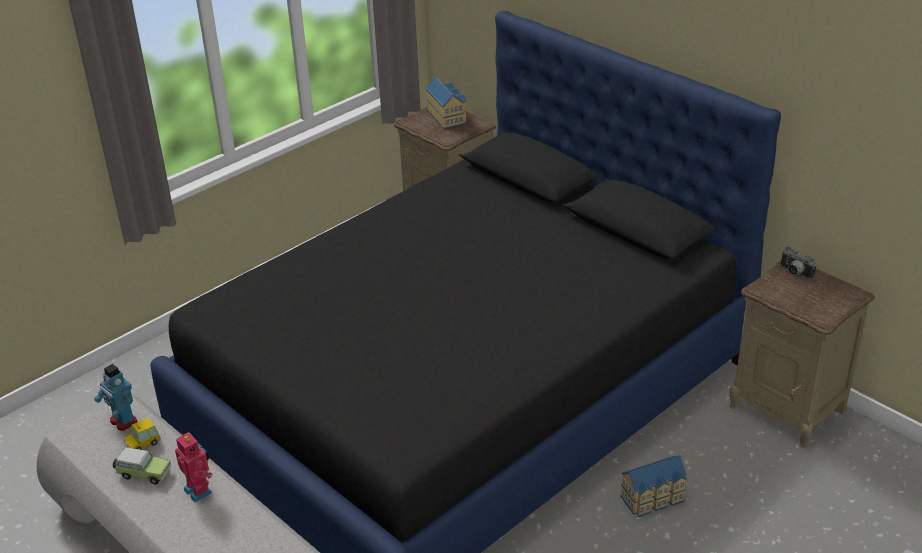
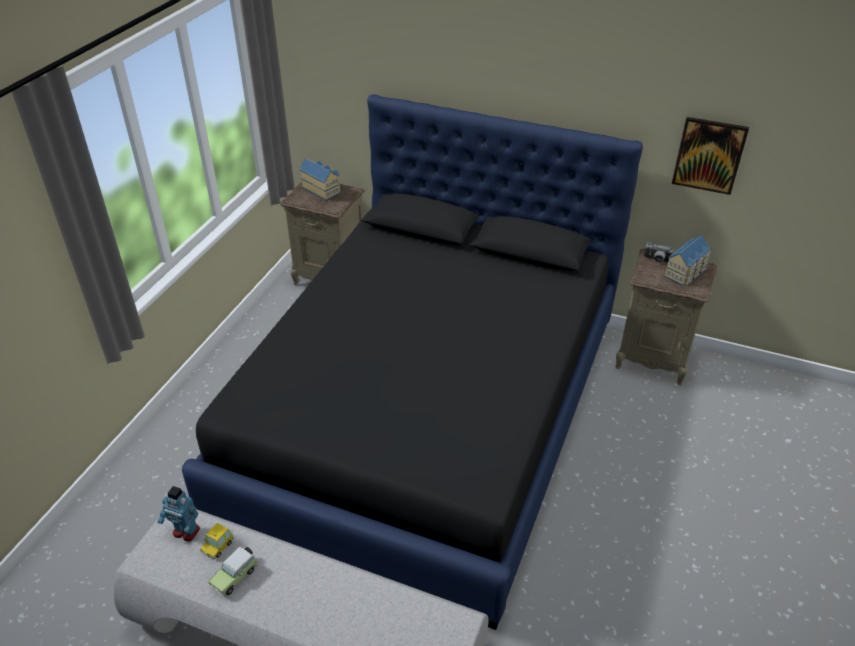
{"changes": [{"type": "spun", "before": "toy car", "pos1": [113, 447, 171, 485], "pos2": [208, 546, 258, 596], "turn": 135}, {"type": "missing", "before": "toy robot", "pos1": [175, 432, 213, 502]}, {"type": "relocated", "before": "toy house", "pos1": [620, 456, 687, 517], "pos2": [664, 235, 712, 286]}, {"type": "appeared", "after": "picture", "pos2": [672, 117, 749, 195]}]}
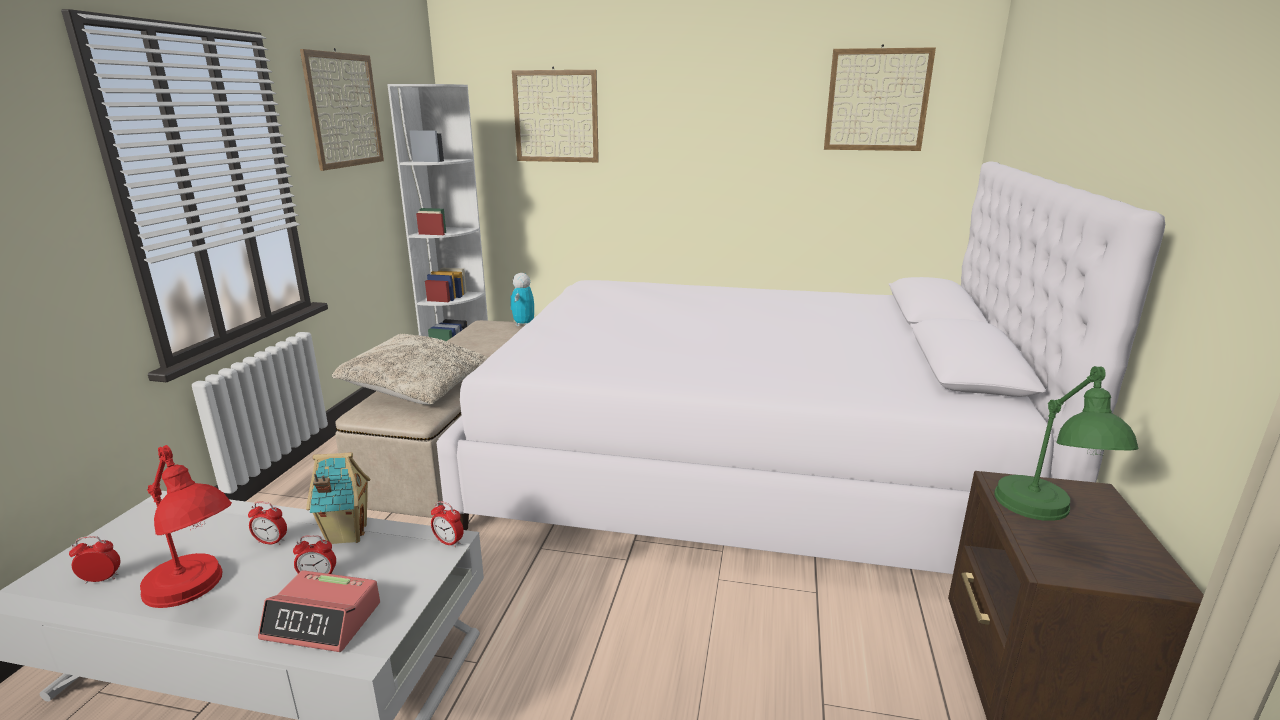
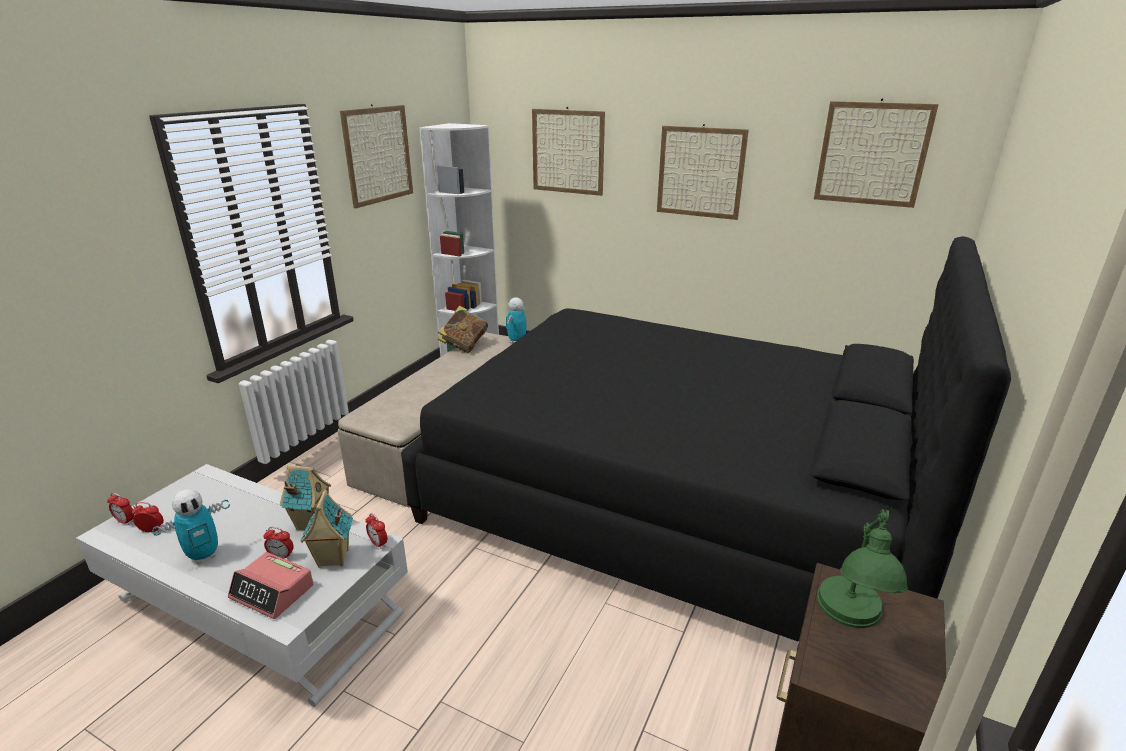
{"changes": [{"type": "exchanged", "before": "red table lamp", "after": "toy robot", "pos1": [140, 445, 232, 608], "pos2": [152, 489, 230, 564]}, {"type": "relocated", "before": "alarm clock", "pos1": [248, 502, 287, 545], "pos2": [107, 493, 134, 525]}, {"type": "missing", "before": "beige pillow", "pos1": [332, 334, 488, 405]}, {"type": "colour", "before": "white bed", "after": "black bed", "pos1": [436, 161, 1165, 574], "pos2": [401, 236, 1011, 642]}, {"type": "appeared", "after": "toy house", "pos2": [301, 490, 353, 568]}, {"type": "appeared", "after": "book", "pos2": [438, 306, 488, 353]}, {"type": "appeared", "after": "picture", "pos2": [657, 124, 749, 220]}]}
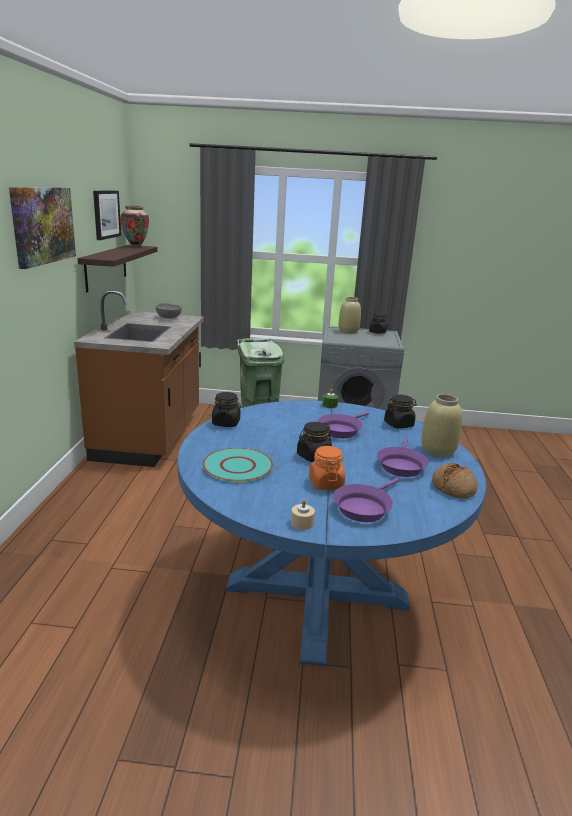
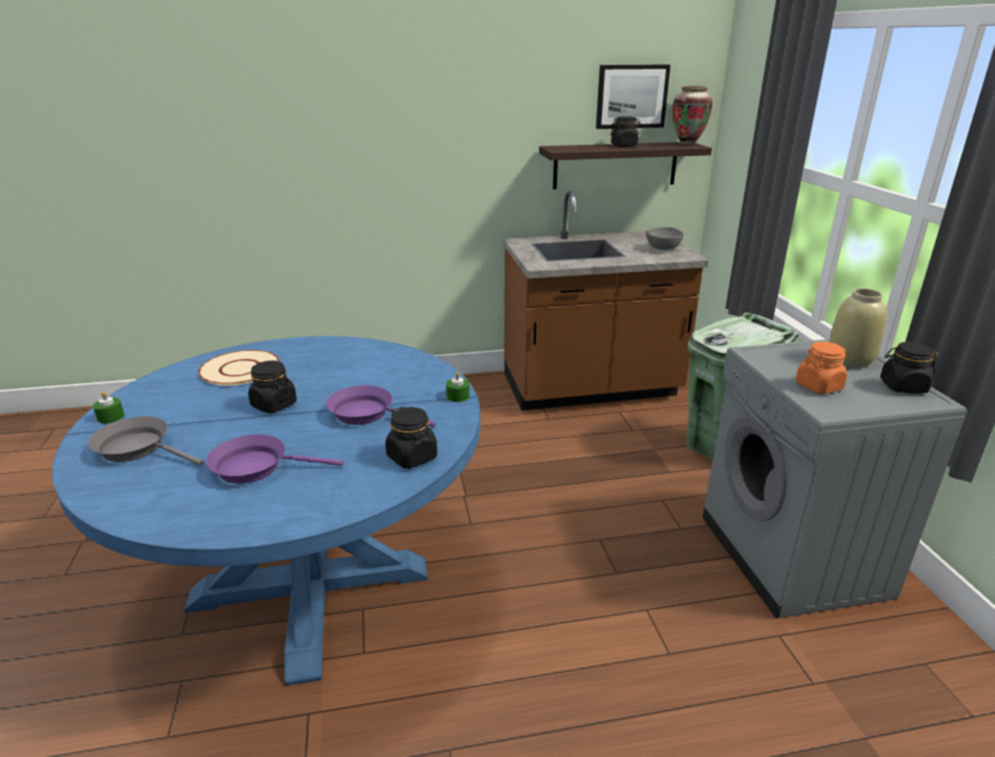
{"changes": [{"type": "missing", "before": "picture", "pos1": [9, 187, 76, 269]}, {"type": "colour", "before": "turquoise plate", "after": "beige plate", "pos1": [202, 448, 273, 483], "pos2": [198, 350, 280, 386]}, {"type": "relocated", "before": "black jar", "pos1": [212, 392, 240, 427], "pos2": [610, 116, 641, 147]}, {"type": "colour", "before": "beige candle", "after": "green candle", "pos1": [291, 499, 315, 530], "pos2": [93, 391, 124, 424]}, {"type": "relocated", "before": "orange jar", "pos1": [309, 446, 345, 490], "pos2": [795, 342, 847, 394]}, {"type": "colour", "before": "purple frying pan", "after": "grey frying pan", "pos1": [333, 478, 399, 522], "pos2": [88, 416, 203, 465]}, {"type": "missing", "before": "beige vase", "pos1": [421, 394, 462, 457]}, {"type": "missing", "before": "bread", "pos1": [432, 463, 478, 499]}]}
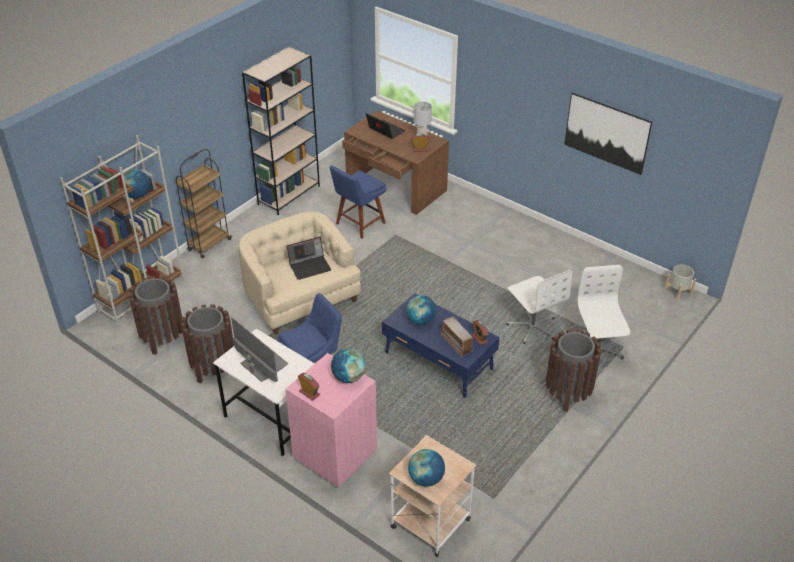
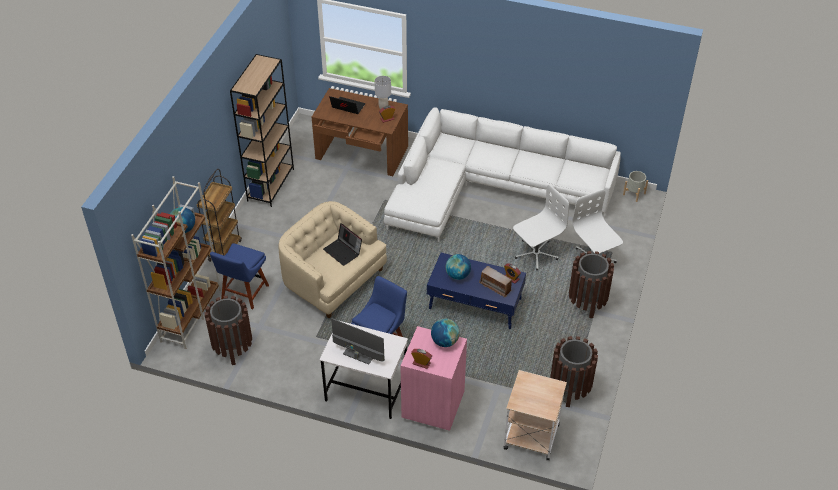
{"changes": [{"type": "relocated", "before": "brown trash can", "pos1": [181, 304, 234, 383], "pos2": [550, 336, 598, 407]}, {"type": "spun", "before": "laptop", "pos1": [287, 237, 331, 280], "pos2": [323, 223, 362, 266], "turn": 90}, {"type": "relocated", "before": "blue chair", "pos1": [330, 165, 386, 239], "pos2": [210, 243, 269, 309]}, {"type": "missing", "before": "globe", "pos1": [408, 449, 445, 487]}, {"type": "spun", "before": "white office chair", "pos1": [506, 270, 572, 344], "pos2": [513, 185, 569, 270], "turn": -75}, {"type": "missing", "before": "picture", "pos1": [564, 93, 652, 175]}, {"type": "appeared", "after": "white sofa", "pos2": [384, 107, 621, 242]}]}
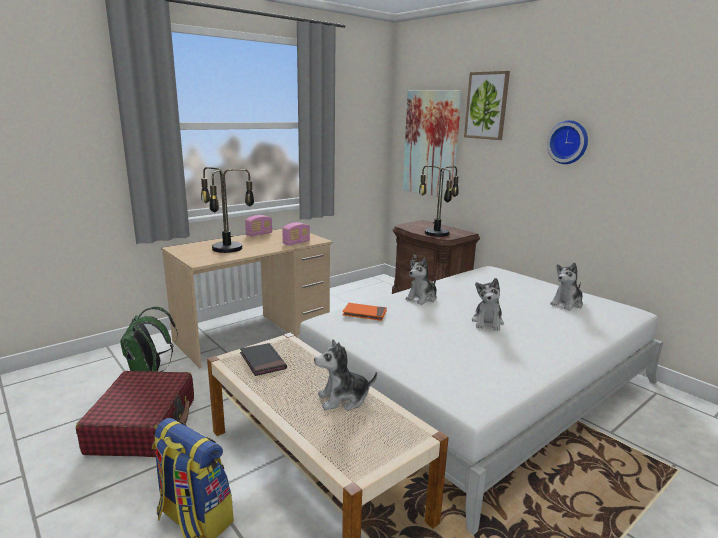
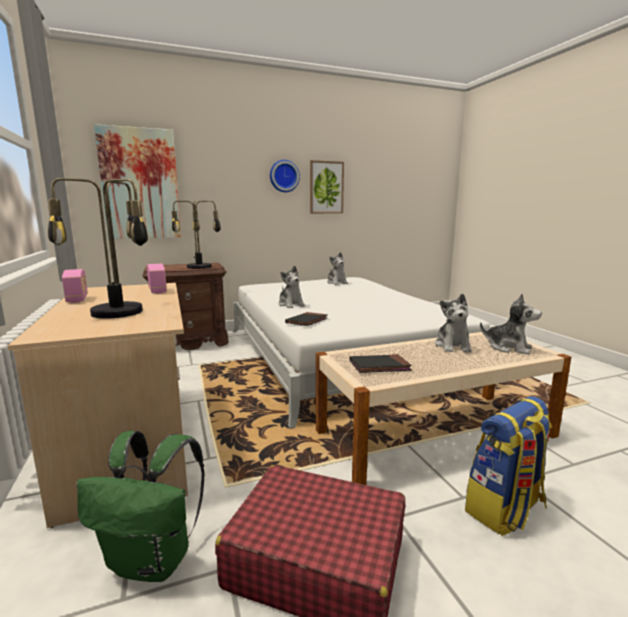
{"changes": [{"type": "colour", "before": "orange book", "after": "black book", "pos1": [342, 303, 387, 321], "pos2": [285, 312, 327, 326]}, {"type": "relocated", "before": "picture", "pos1": [464, 71, 510, 140], "pos2": [310, 160, 344, 214]}, {"type": "relocated", "before": "plush toy", "pos1": [472, 278, 504, 331], "pos2": [480, 294, 542, 355]}]}
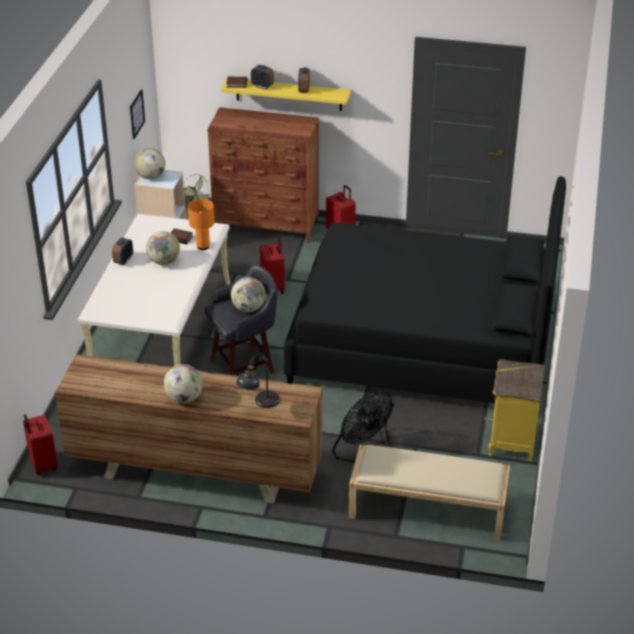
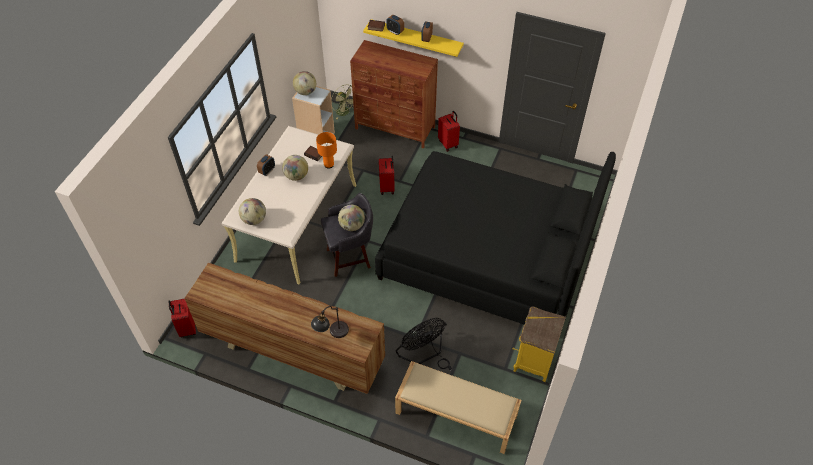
{"changes": [{"type": "missing", "before": "picture", "pos1": [130, 89, 145, 139]}, {"type": "relocated", "before": "globe", "pos1": [164, 364, 203, 403], "pos2": [239, 198, 266, 225]}]}
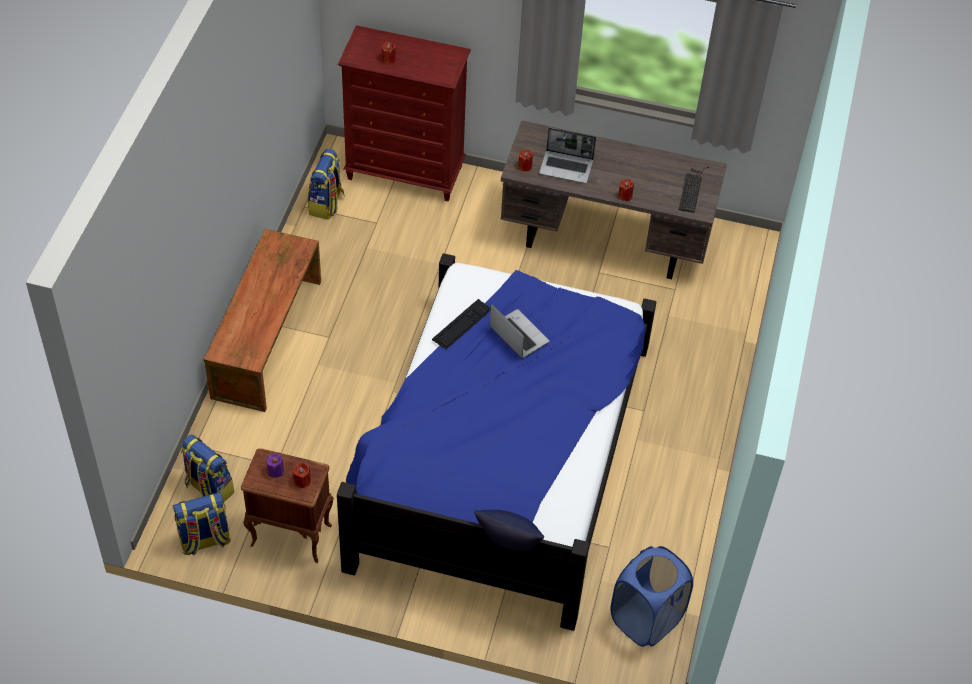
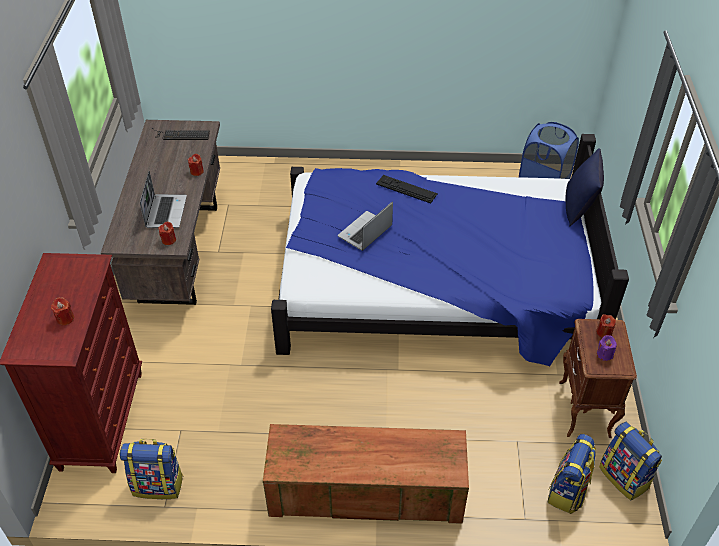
{"changes": [{"type": "relocated", "before": "keyboard", "pos1": [432, 299, 491, 349], "pos2": [376, 175, 438, 203]}]}
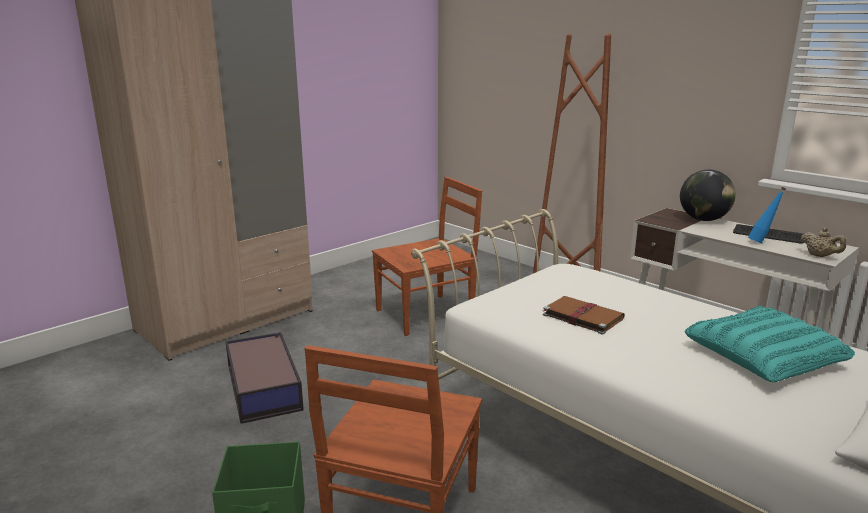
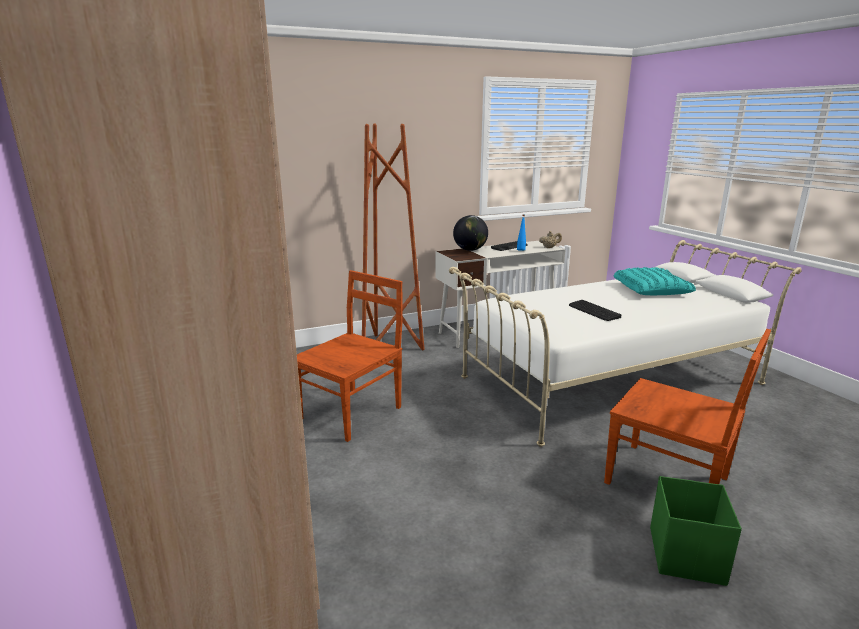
{"changes": [{"type": "missing", "before": "storage box", "pos1": [225, 332, 304, 424]}, {"type": "spun", "before": "brown chair", "pos1": [372, 177, 482, 336], "pos2": [297, 270, 403, 442], "turn": 45}, {"type": "exchanged", "before": "brown book", "after": "keyboard", "pos1": [543, 296, 625, 335], "pos2": [569, 300, 621, 321]}]}
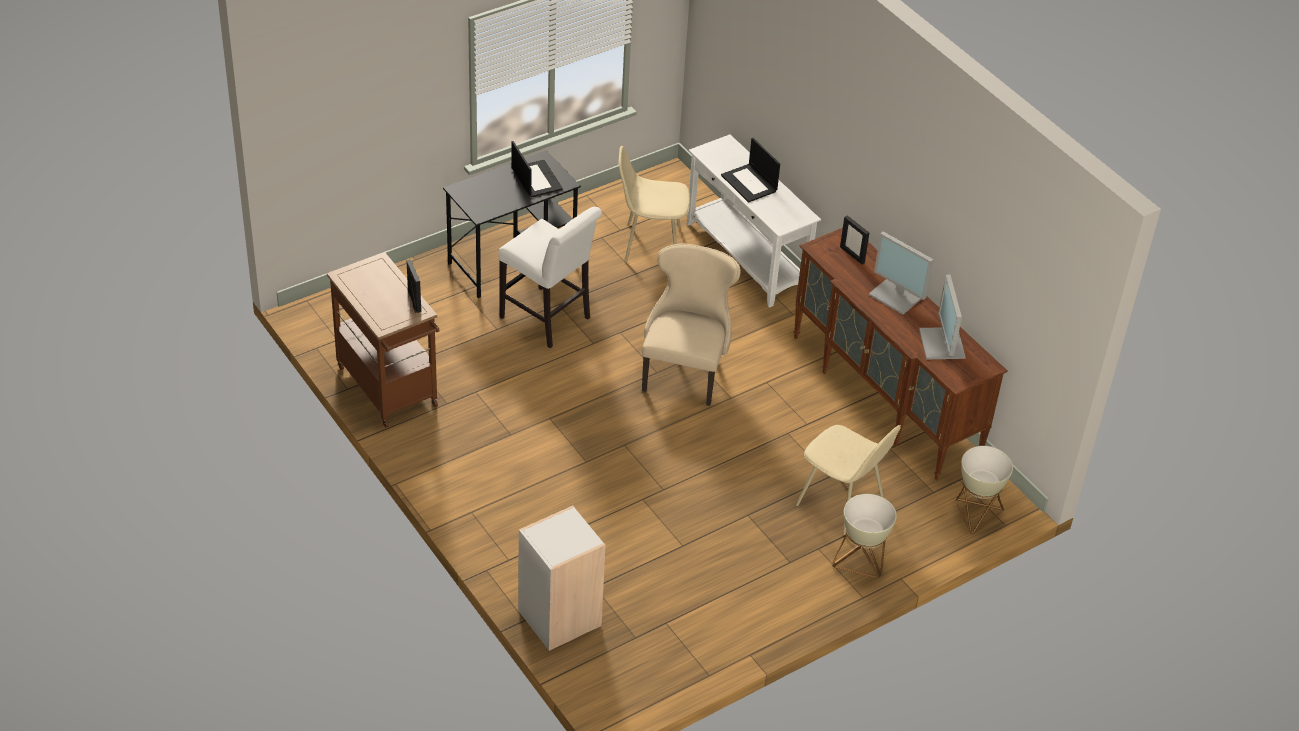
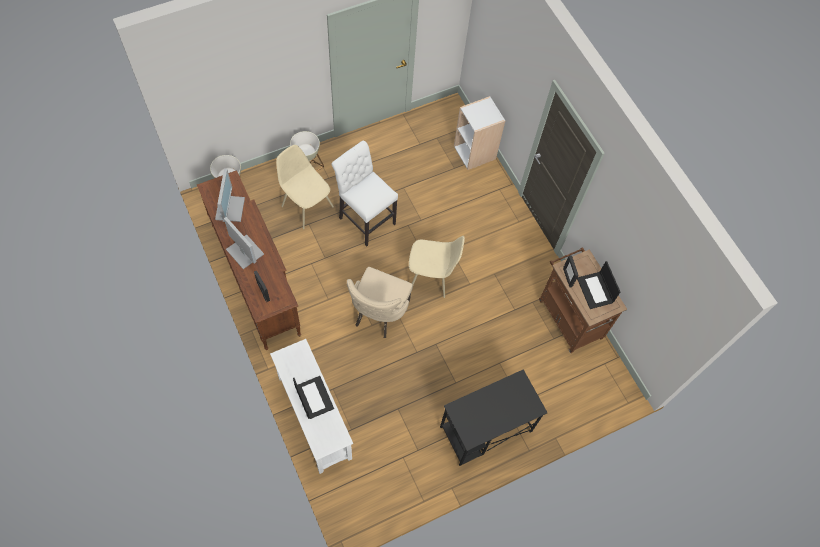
{"changes": [{"type": "relocated", "before": "white stool", "pos1": [499, 207, 602, 348], "pos2": [332, 141, 398, 246]}, {"type": "relocated", "before": "laptop", "pos1": [512, 141, 563, 197], "pos2": [577, 261, 620, 309]}, {"type": "relocated", "before": "beige chair", "pos1": [619, 145, 690, 262], "pos2": [409, 236, 465, 298]}]}
